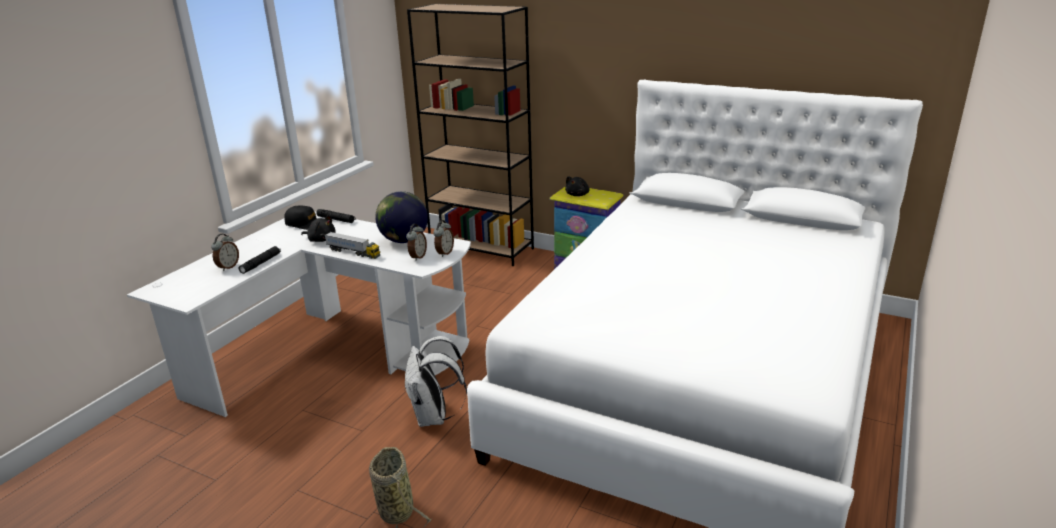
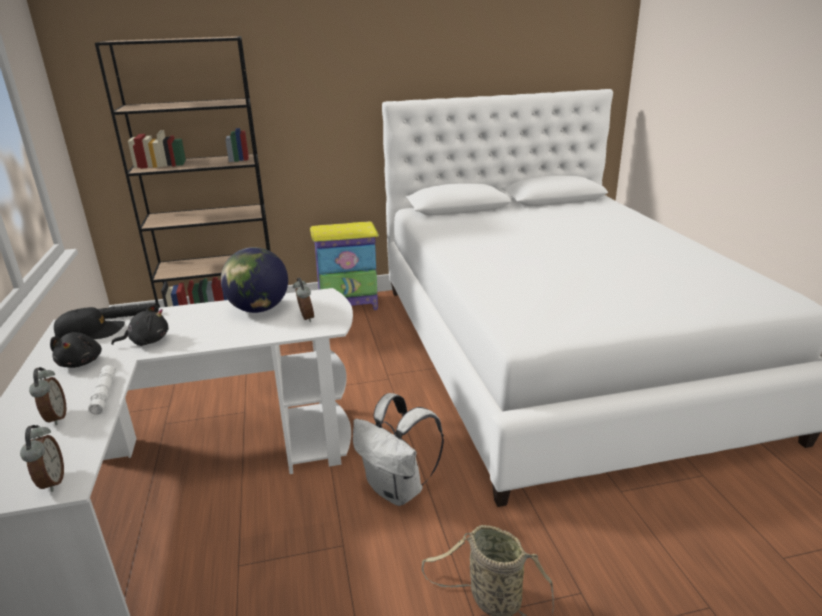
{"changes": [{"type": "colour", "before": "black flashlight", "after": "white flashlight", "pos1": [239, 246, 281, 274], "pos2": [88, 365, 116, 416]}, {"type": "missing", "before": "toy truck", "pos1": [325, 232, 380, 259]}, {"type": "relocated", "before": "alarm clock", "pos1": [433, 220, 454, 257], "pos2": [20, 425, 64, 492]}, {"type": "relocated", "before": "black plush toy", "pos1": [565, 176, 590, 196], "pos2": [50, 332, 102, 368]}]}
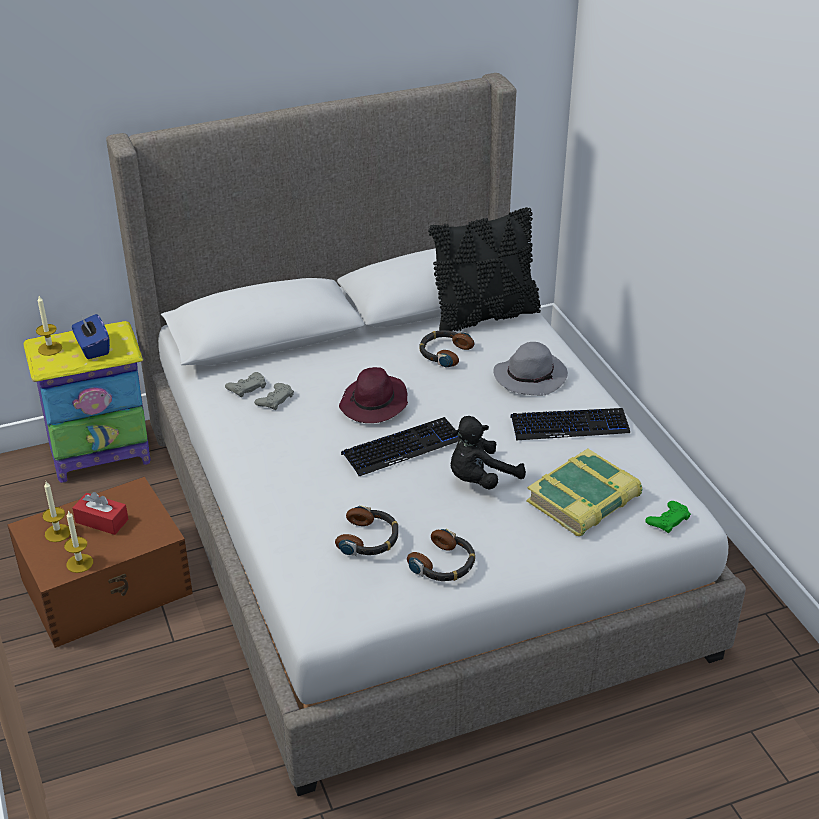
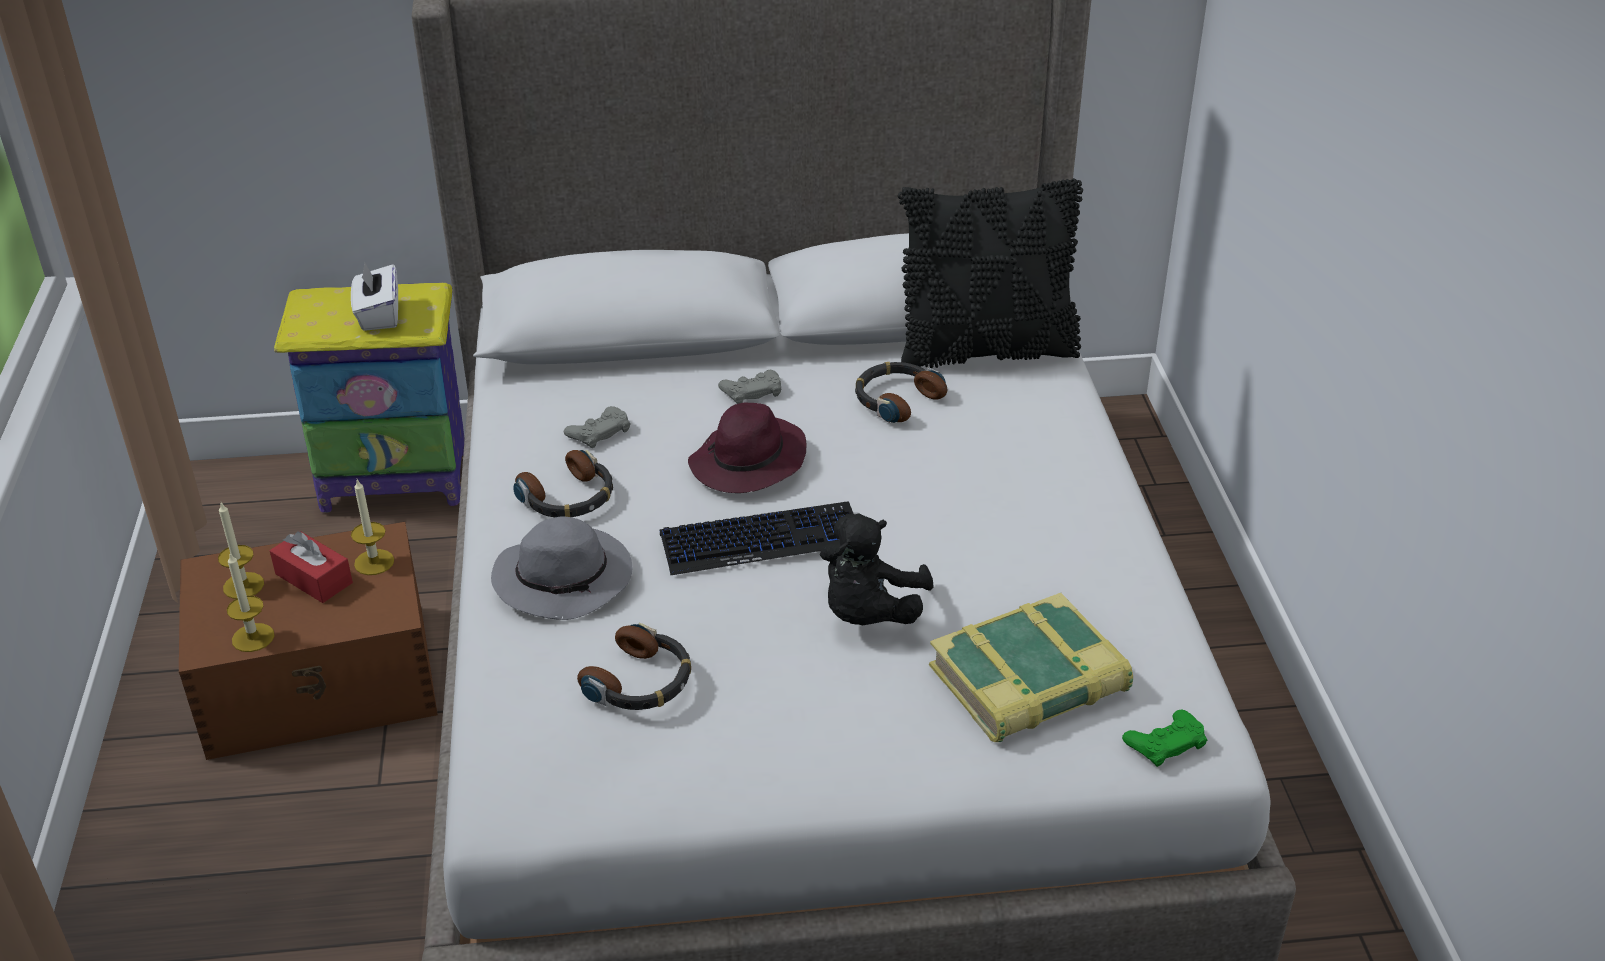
{"changes": [{"type": "relocated", "before": "candle", "pos1": [36, 296, 62, 356], "pos2": [351, 479, 394, 575]}, {"type": "colour", "before": "blue tissue box", "after": "white tissue box", "pos1": [72, 314, 110, 359], "pos2": [351, 261, 398, 331]}, {"type": "relocated", "before": "grey game controller", "pos1": [225, 372, 266, 397], "pos2": [718, 370, 781, 404]}, {"type": "relocated", "before": "headphones", "pos1": [407, 529, 475, 581], "pos2": [513, 450, 613, 517]}, {"type": "spun", "before": "black plush toy", "pos1": [451, 416, 526, 490], "pos2": [820, 513, 934, 625], "turn": -45}, {"type": "relocated", "before": "grey hat", "pos1": [493, 342, 568, 395], "pos2": [491, 516, 632, 620]}, {"type": "missing", "before": "keyboard", "pos1": [511, 408, 630, 440]}]}
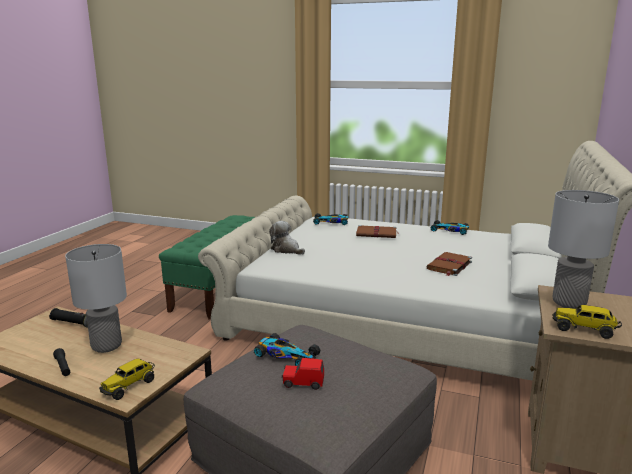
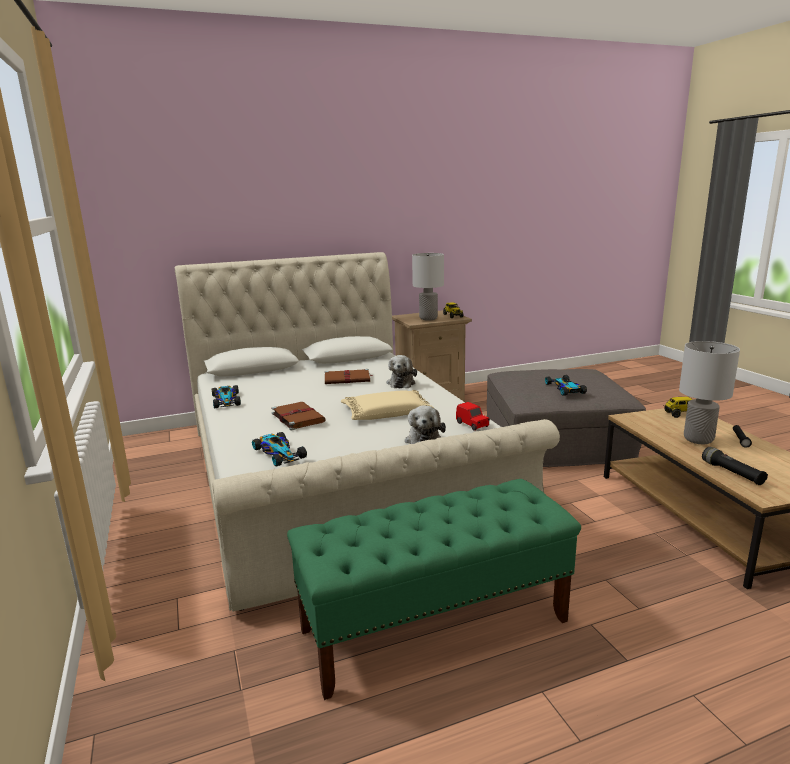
{"changes": [{"type": "relocated", "before": "red toy car", "pos1": [282, 358, 324, 390], "pos2": [456, 402, 490, 431]}, {"type": "appeared", "after": "beige pillow", "pos2": [341, 390, 434, 420]}, {"type": "appeared", "after": "plush toy", "pos2": [387, 355, 417, 388]}]}
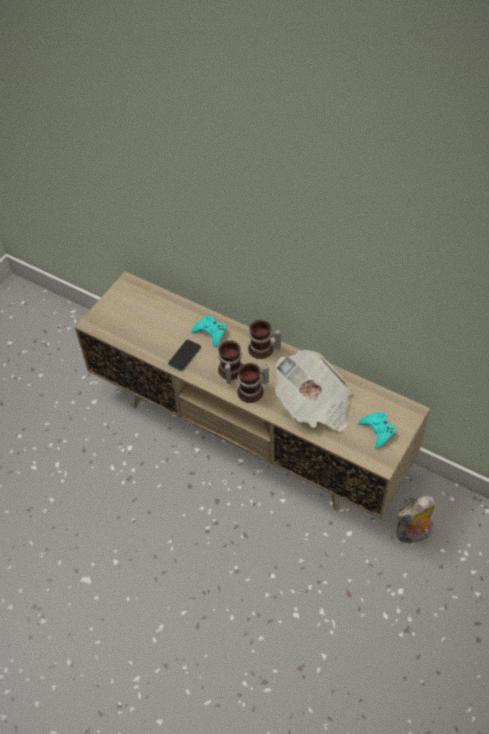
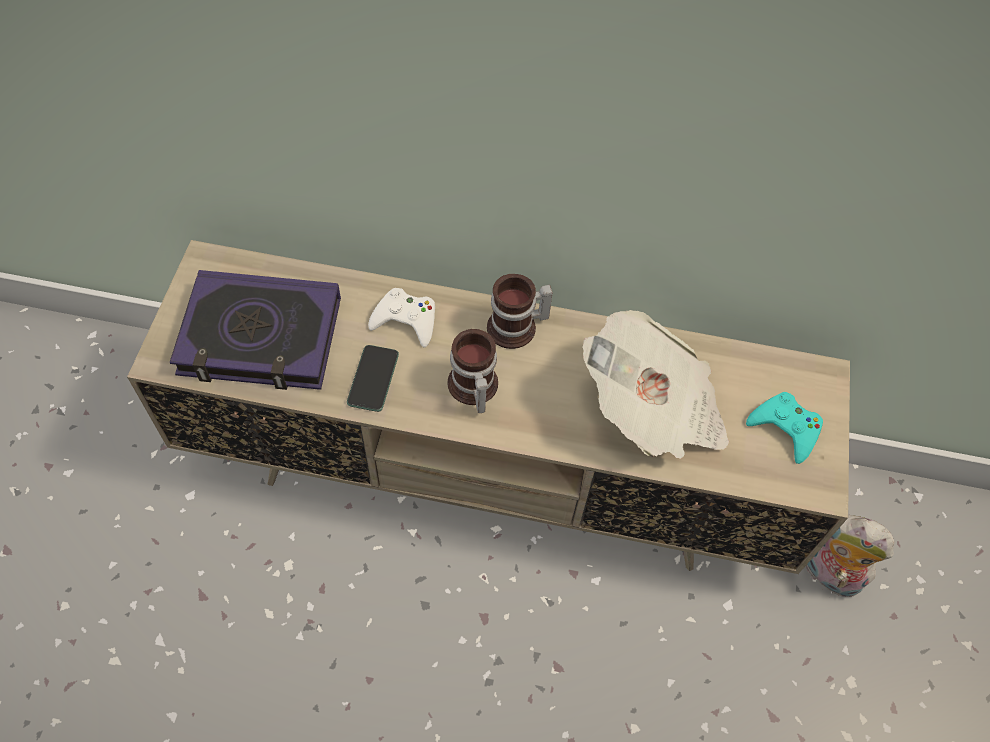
{"changes": [{"type": "colour", "before": "turquoise game controller", "after": "white game controller", "pos1": [192, 316, 227, 347], "pos2": [368, 288, 435, 347]}, {"type": "missing", "before": "mug", "pos1": [237, 363, 269, 403]}, {"type": "spun", "before": "plush toy", "pos1": [396, 496, 436, 544], "pos2": [806, 514, 894, 597], "turn": 75}, {"type": "appeared", "after": "book", "pos2": [169, 270, 341, 390]}]}
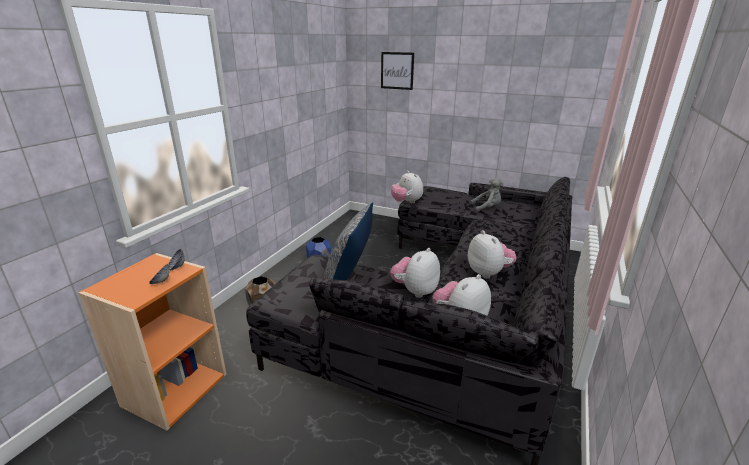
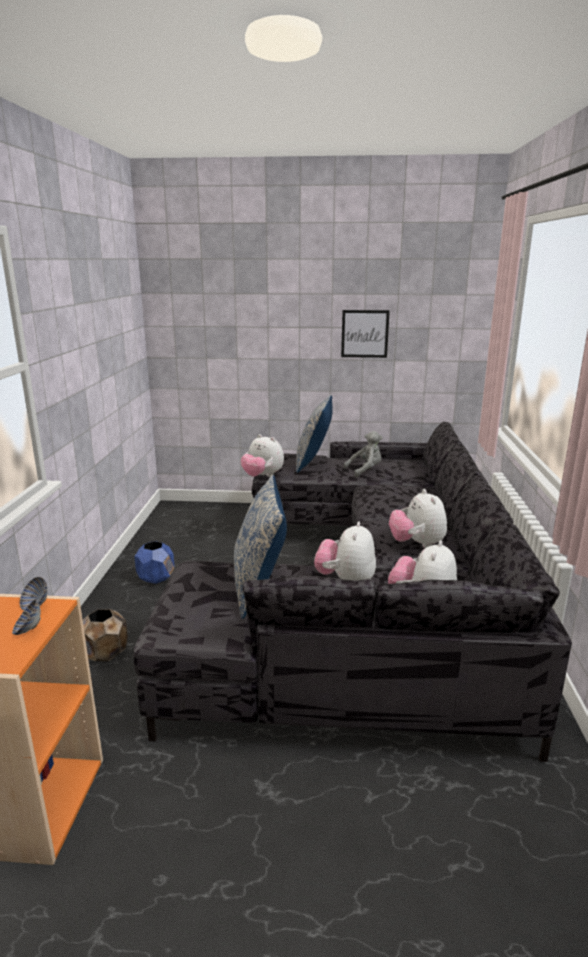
{"changes": [{"type": "relocated", "before": "picture", "pos1": [381, 52, 414, 90], "pos2": [341, 310, 390, 358]}, {"type": "spun", "before": "plush toy", "pos1": [468, 230, 516, 279], "pos2": [389, 489, 447, 548], "turn": -150}, {"type": "appeared", "after": "pillow", "pos2": [296, 395, 333, 473]}]}
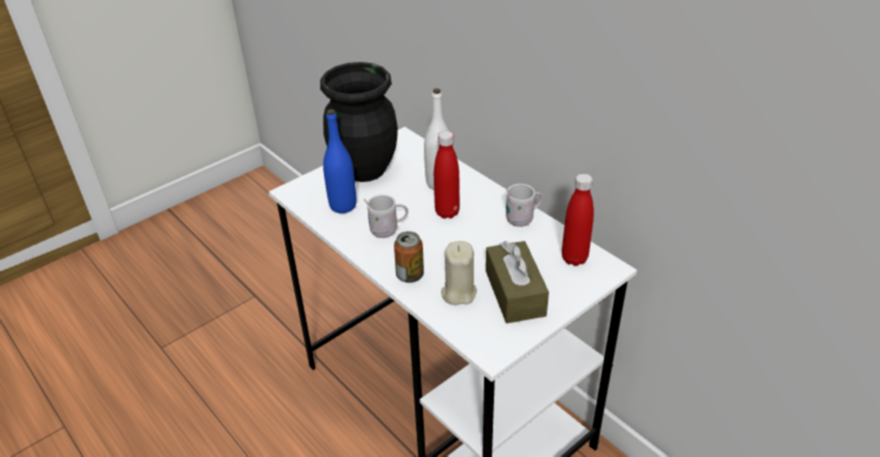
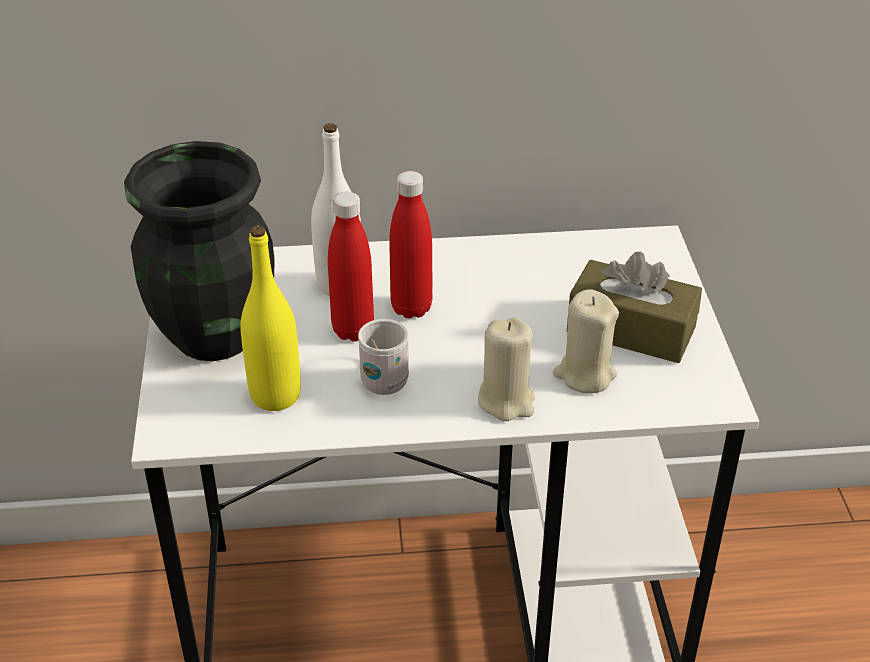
{"changes": [{"type": "colour", "before": "blue bottle", "after": "yellow bottle", "pos1": [323, 109, 356, 213], "pos2": [241, 226, 301, 411]}, {"type": "exchanged", "before": "can", "after": "beige candle", "pos1": [394, 231, 424, 283], "pos2": [478, 318, 535, 421]}, {"type": "missing", "before": "white mug", "pos1": [506, 184, 543, 227]}, {"type": "relocated", "before": "red bottle", "pos1": [562, 173, 594, 266], "pos2": [328, 192, 374, 342]}]}
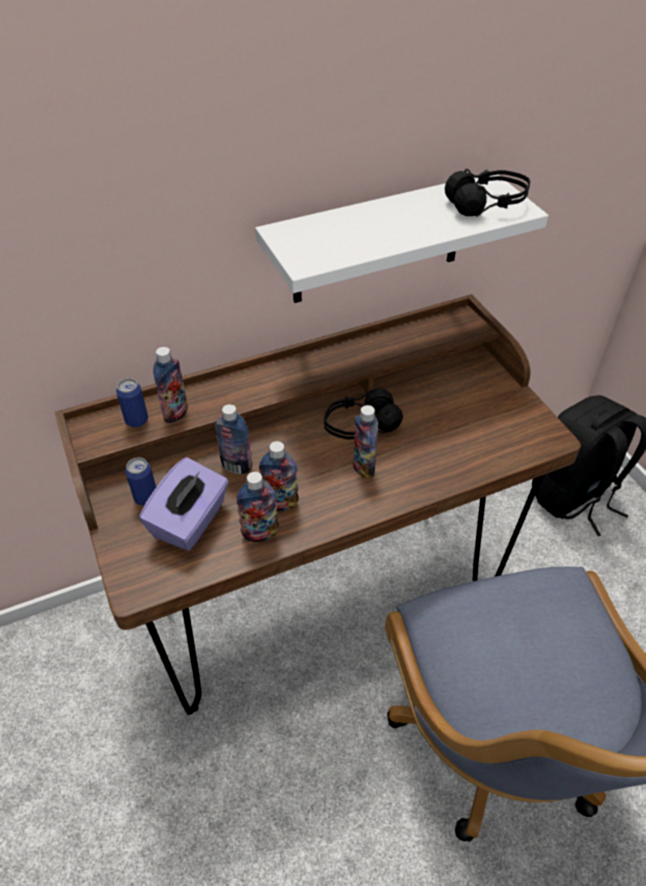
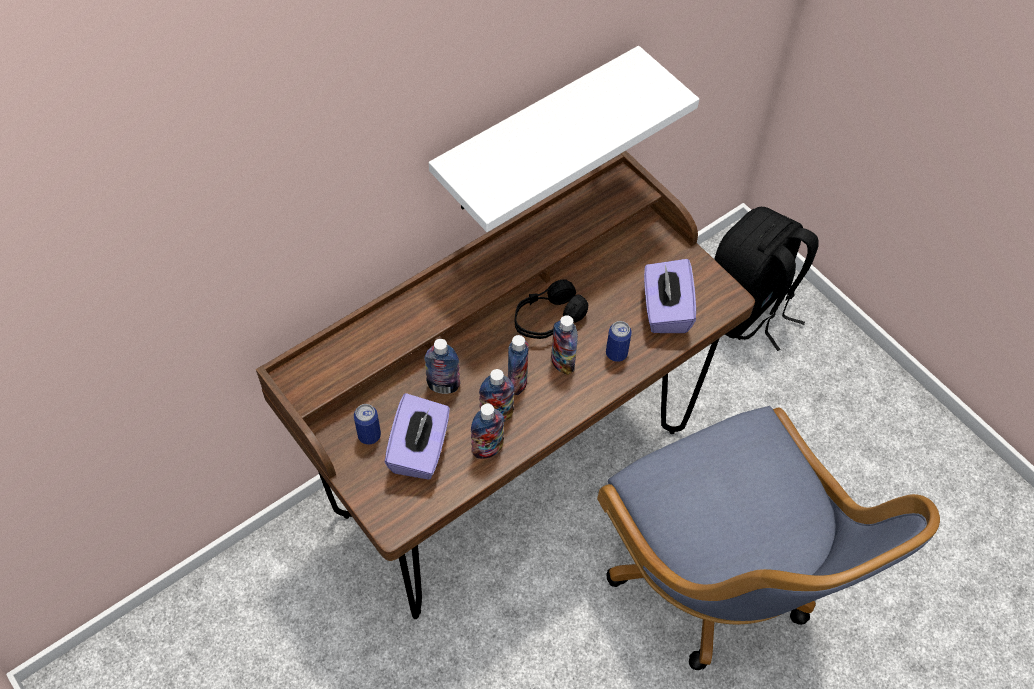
{"changes": [{"type": "relocated", "before": "can", "pos1": [116, 378, 148, 427], "pos2": [606, 321, 632, 362]}, {"type": "relocated", "before": "bottle", "pos1": [153, 347, 188, 424], "pos2": [508, 335, 529, 395]}, {"type": "missing", "before": "black headphones", "pos1": [445, 168, 530, 217]}, {"type": "appeared", "after": "purple tissue box", "pos2": [644, 259, 696, 333]}]}
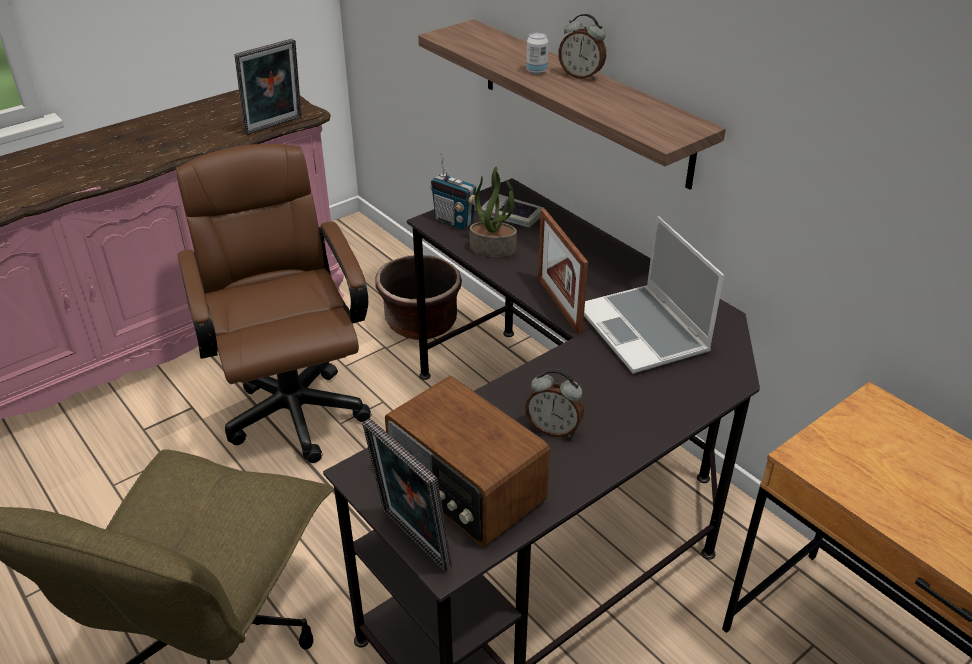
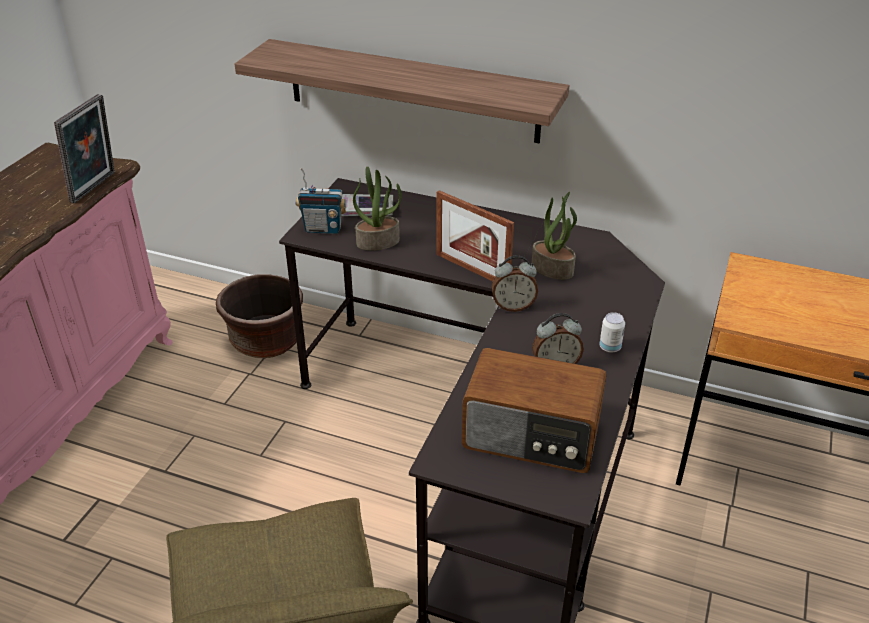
{"changes": [{"type": "missing", "before": "brown office chair", "pos1": [176, 144, 372, 463]}, {"type": "missing", "before": "picture frame", "pos1": [362, 418, 452, 572]}, {"type": "relocated", "before": "can", "pos1": [526, 32, 548, 74], "pos2": [599, 312, 625, 353]}, {"type": "relocated", "before": "alarm clock", "pos1": [558, 14, 606, 80], "pos2": [492, 255, 538, 312]}, {"type": "exchanged", "before": "laptop", "after": "potted plant", "pos1": [584, 215, 724, 374], "pos2": [531, 192, 577, 280]}]}
